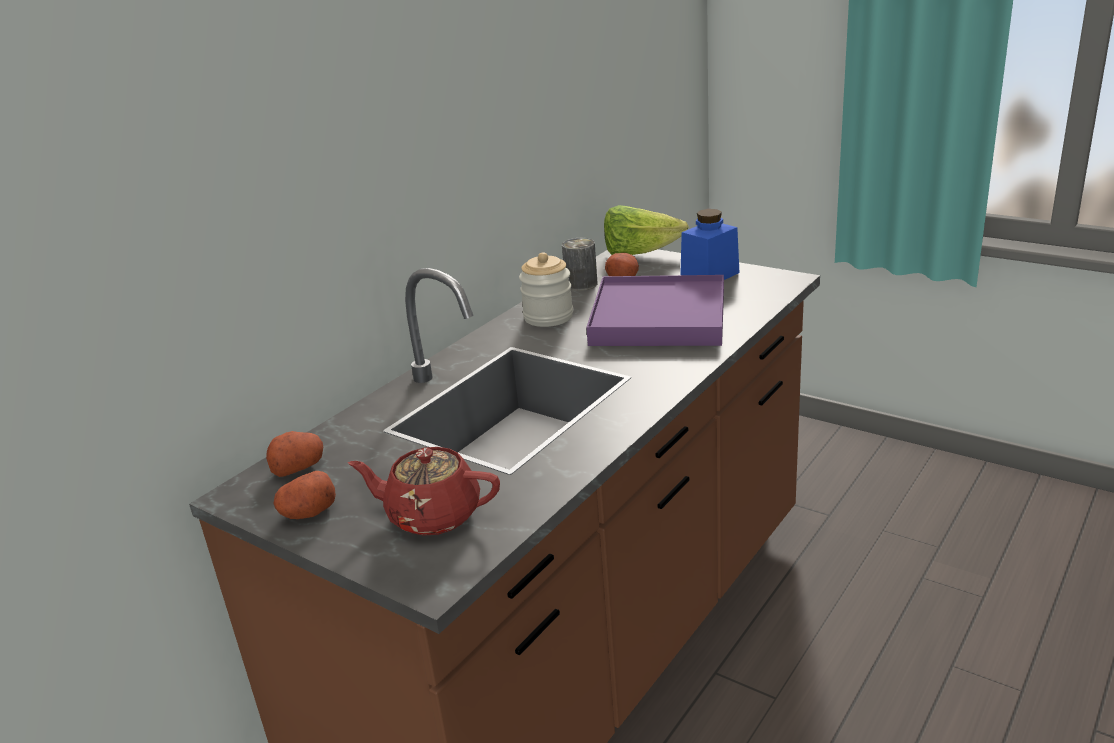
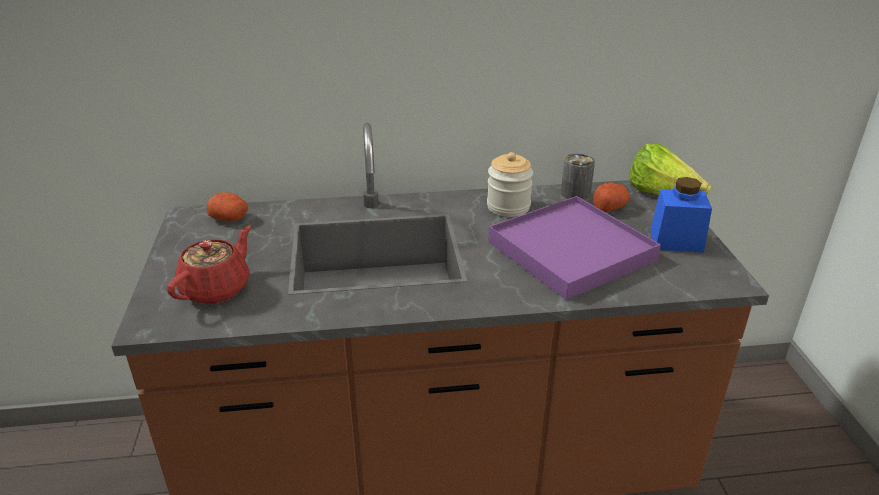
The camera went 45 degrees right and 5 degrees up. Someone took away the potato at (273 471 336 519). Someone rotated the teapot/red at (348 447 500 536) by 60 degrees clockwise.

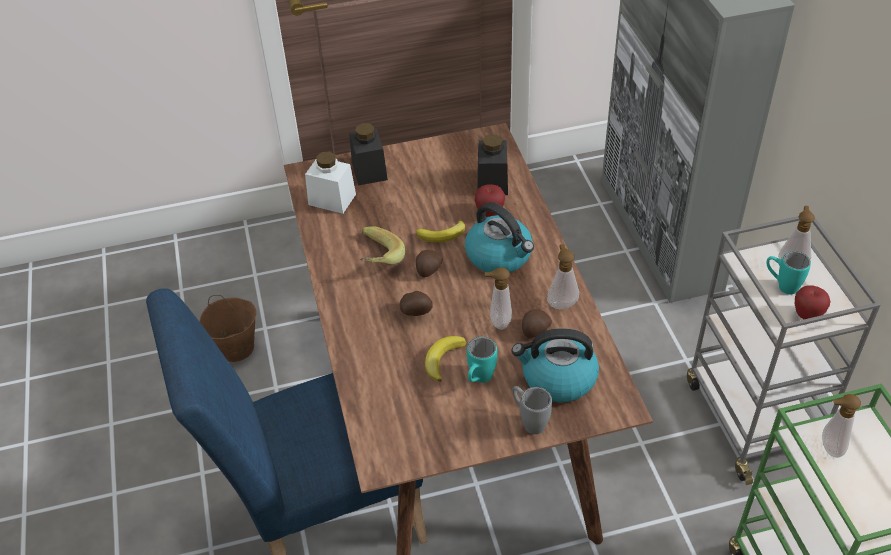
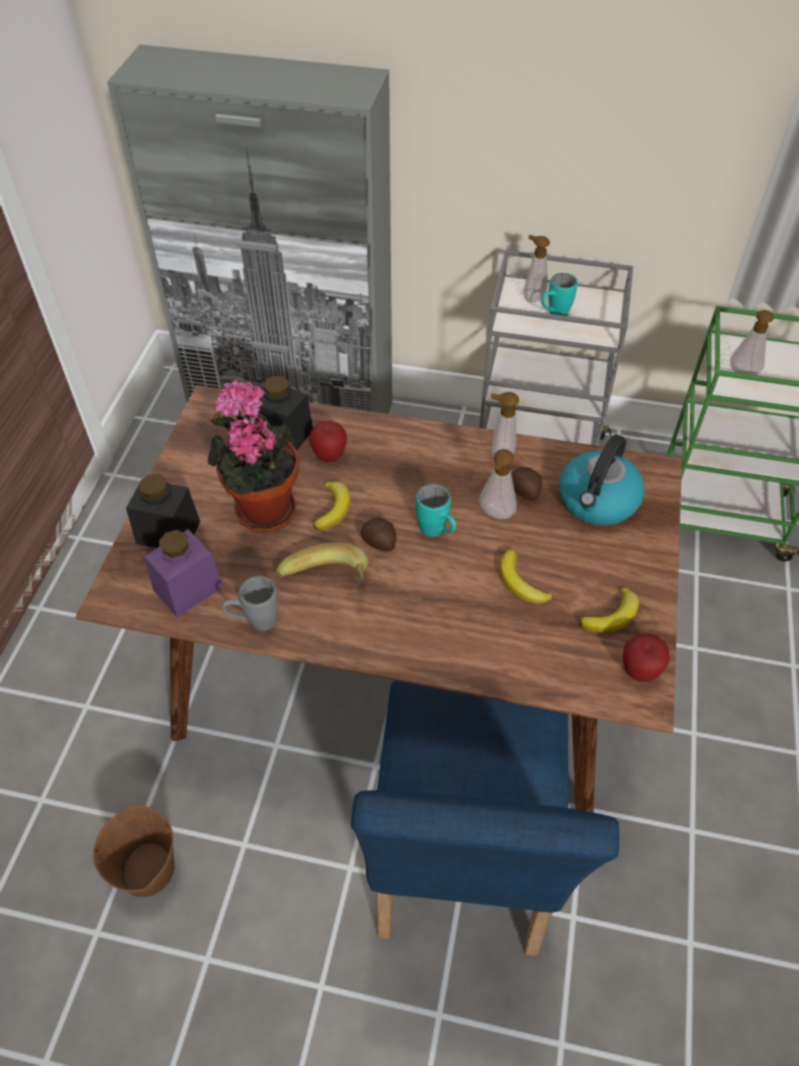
The camera went 65 degrees left and 5 degrees up. Someone repainted the jar/white at (305 152 356 214), which became the jar/purple at (144 529 223 618). Someone took away the potato at (400 291 433 316). Someone took away the kettle at (465 202 534 273). Someone carried the mug/turquoise from (467 337 497 383) to (416 484 456 537). Someone carried the mug/grey from (512 386 552 434) to (222 576 279 631). Someone carried the apple from (795 285 830 319) to (622 634 670 682). Someone put down the potted plant at (208 380 299 532). Someone put down the banana at (580 587 639 633).

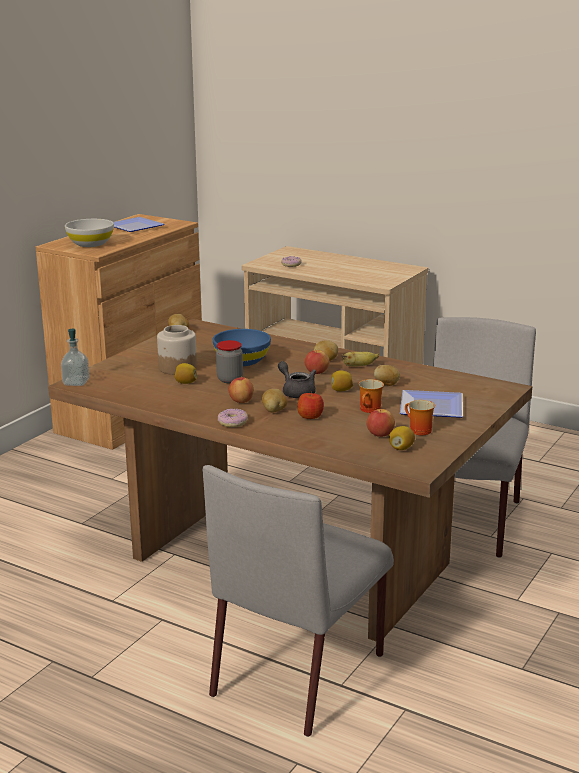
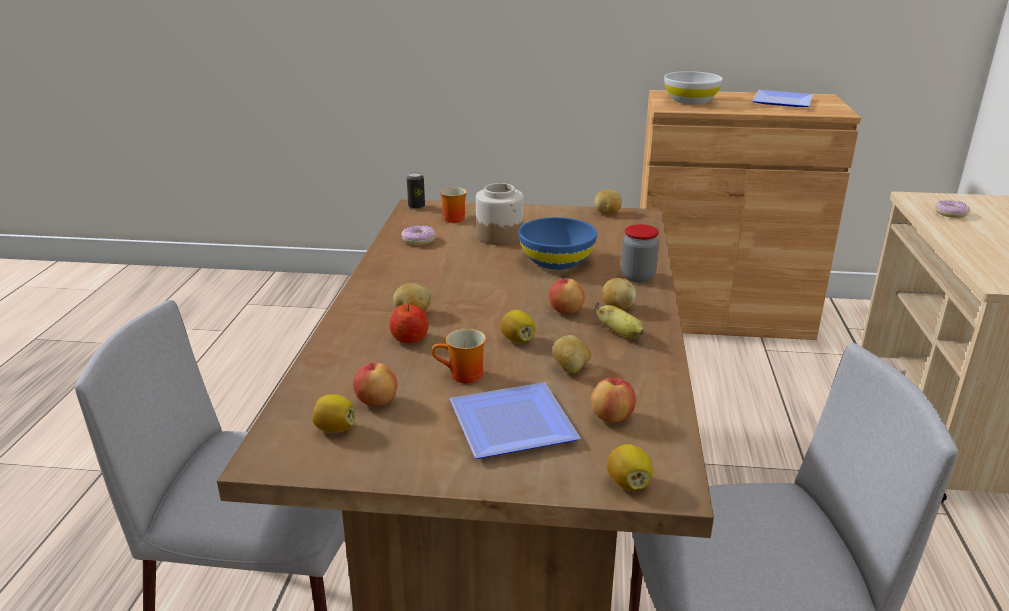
The camera went 65 degrees right and 5 degrees up. Someone swapped the soap dispenser at (61 329 90 386) for the can at (407 173 425 209). Someone carried the lemon from (175 363 197 384) to (607 444 653 491). Someone carried the jar from (216 340 243 383) to (621 224 659 282). Someone carried the donut from (218 408 248 428) to (401 225 436 245). Someone carried the apple from (229 377 254 403) to (591 377 636 423). Someone took away the teapot/grey at (278 361 316 398). Someone carried the mug from (405 400 435 435) to (440 187 467 223).

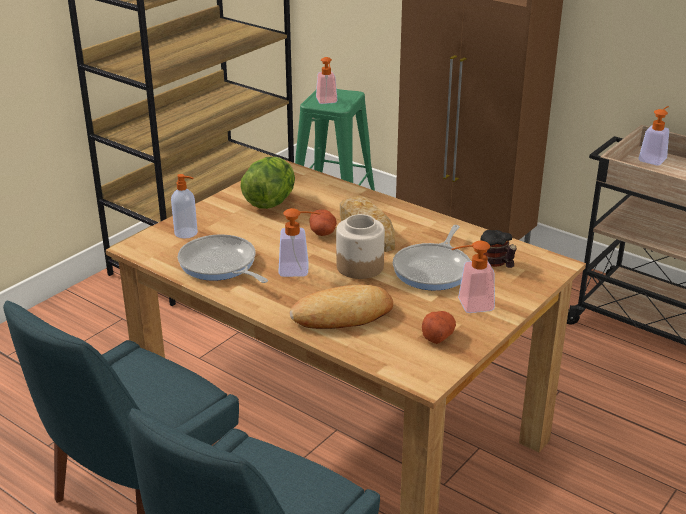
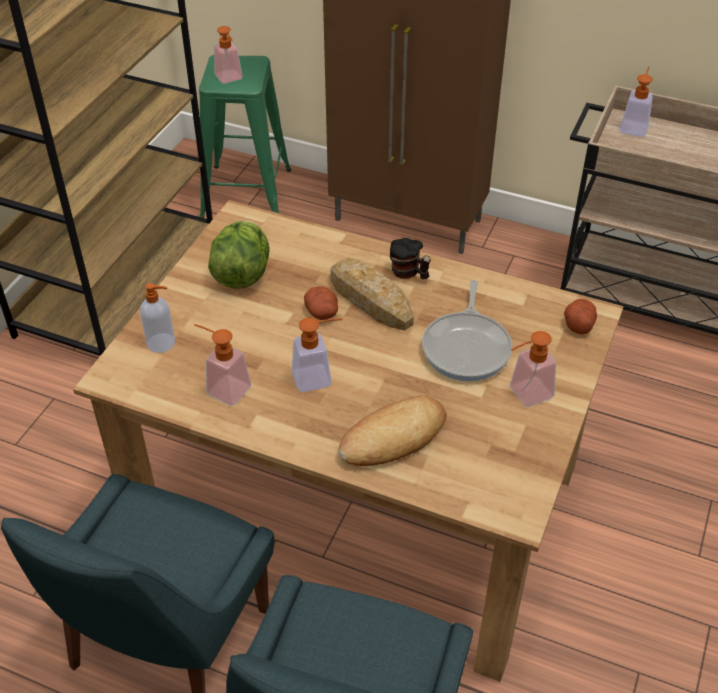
The camera went 15 degrees left and 15 degrees up. Someone swapped the frying pan at (178 234 268 283) for the soap dispenser at (194 324 251 406). Someone took away the jar at (336 214 385 279). Someone carried the potato from (422 311 456 344) to (564 299 597 335). Someone carried the mug from (480 230 517 268) to (390 238 431 279).

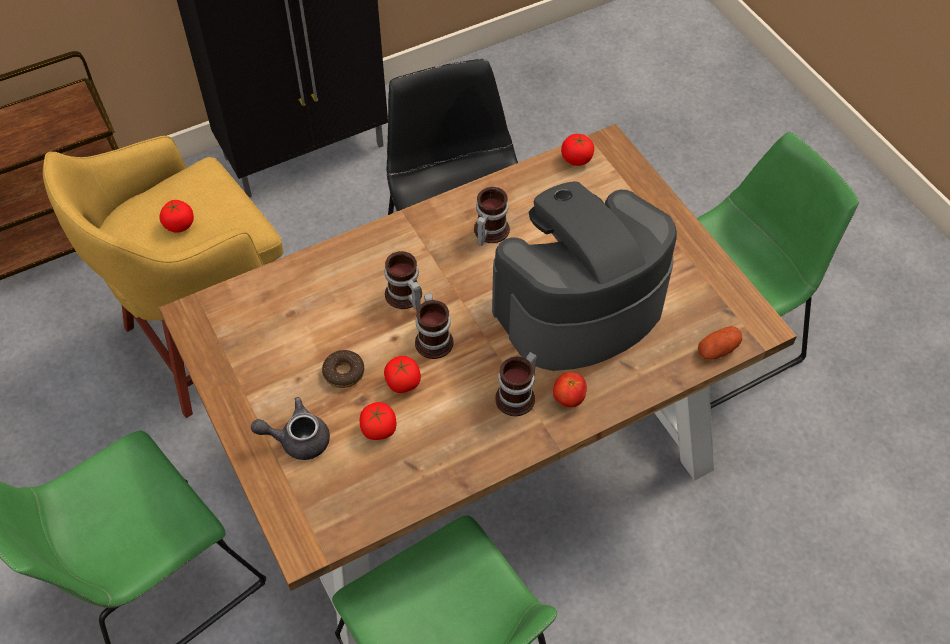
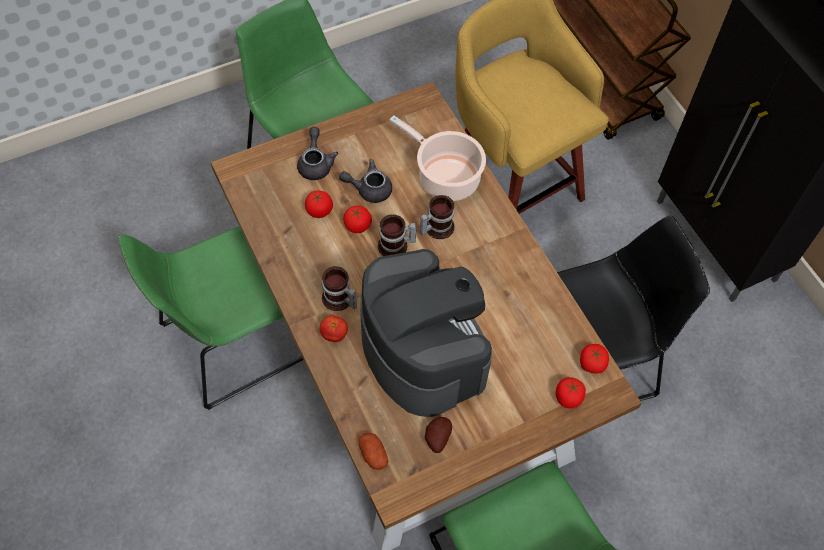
The camera went 90 degrees right and 5 degrees up. Someone carried the tomato from (159 200 194 233) to (556 377 586 408). Someone swapped the donut at (322 350 364 388) for the teapot/grey at (339 159 392 203). Someone took away the mug at (474 187 510 246). Someone put down the cooking pot at (390 115 486 201). Someone put down the potato at (425 417 452 453).

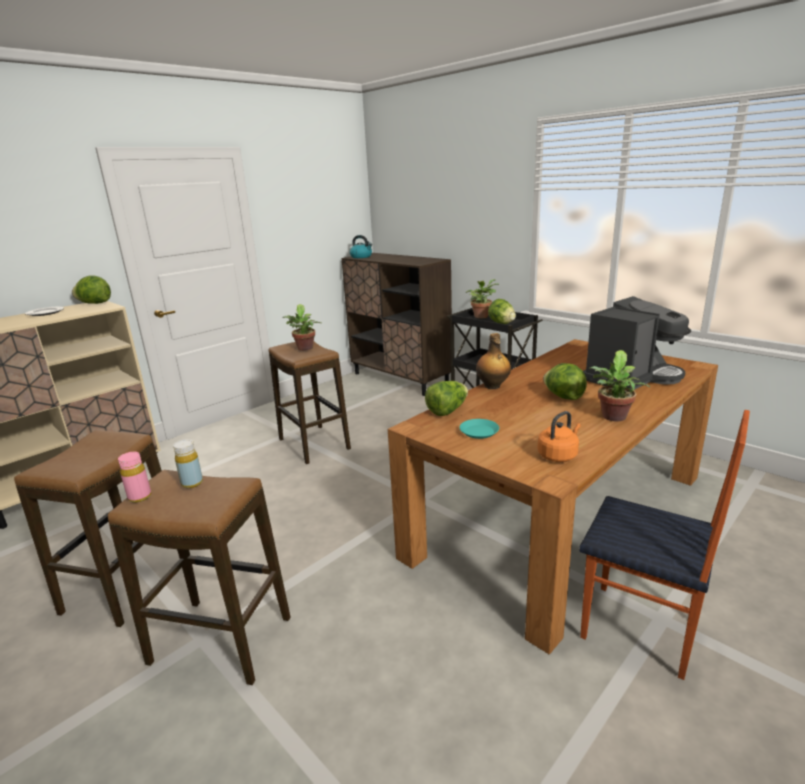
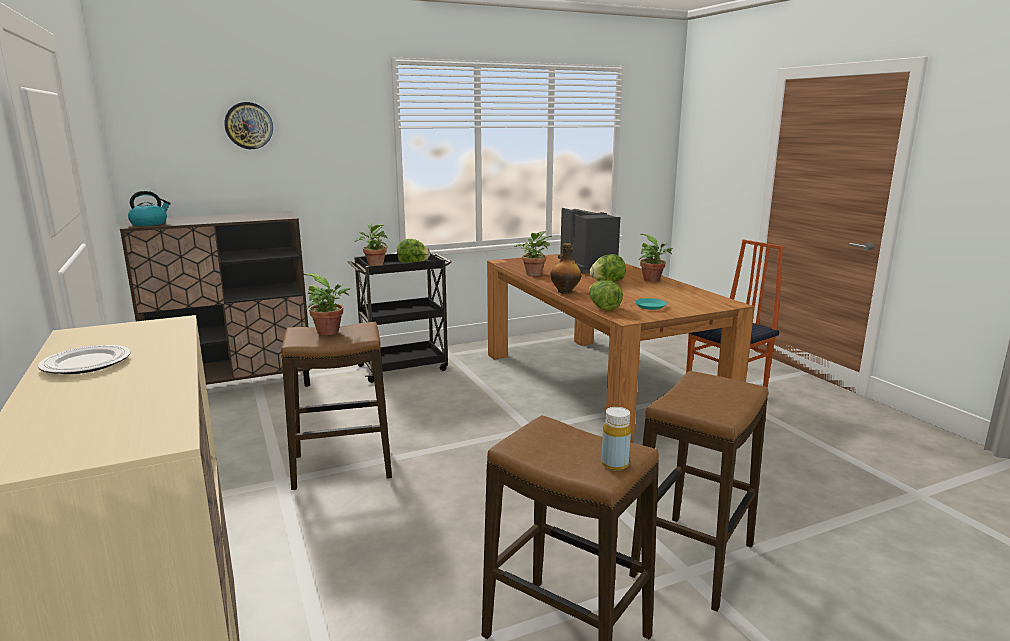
The camera went 70 degrees left and 5 degrees down. Someone took away the lettuce at (72 275 111 304). Someone took away the bottle/pink at (118 452 151 503). Someone carried the bottle/yellow from (173 439 203 488) to (601 407 631 471). Someone took away the kettle/orange at (537 411 581 462). Someone put up the wall clock at (224 102 273 149). Someone put down the potted plant at (514 231 552 276).

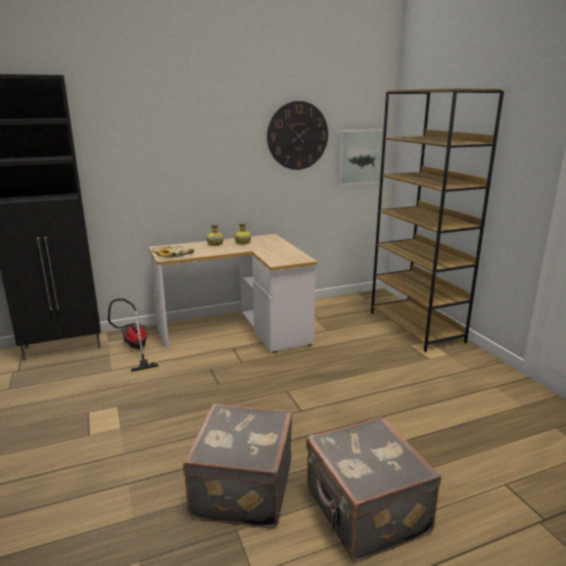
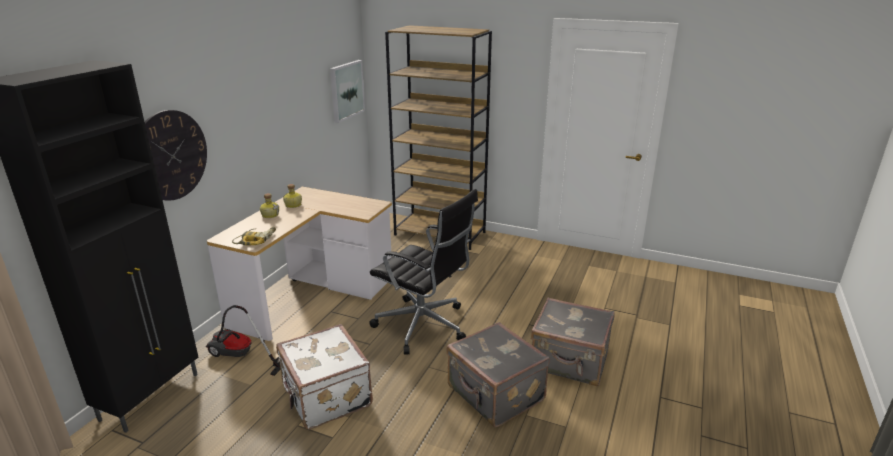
The camera went 45 degrees left and 5 degrees up. Someone carried the wall clock from (267 101 328 170) to (145 110 207 201). Someone put down the suitcase/white at (276 324 373 429). Someone put down the office chair/black at (369 189 478 355).

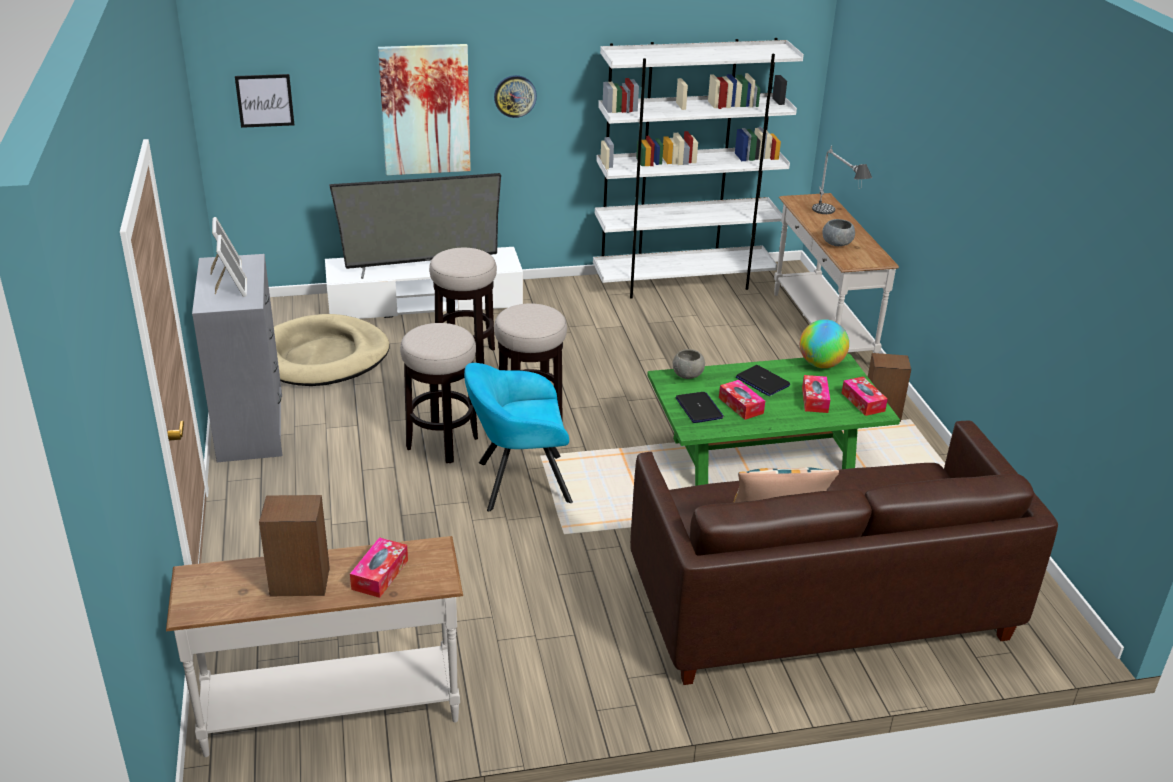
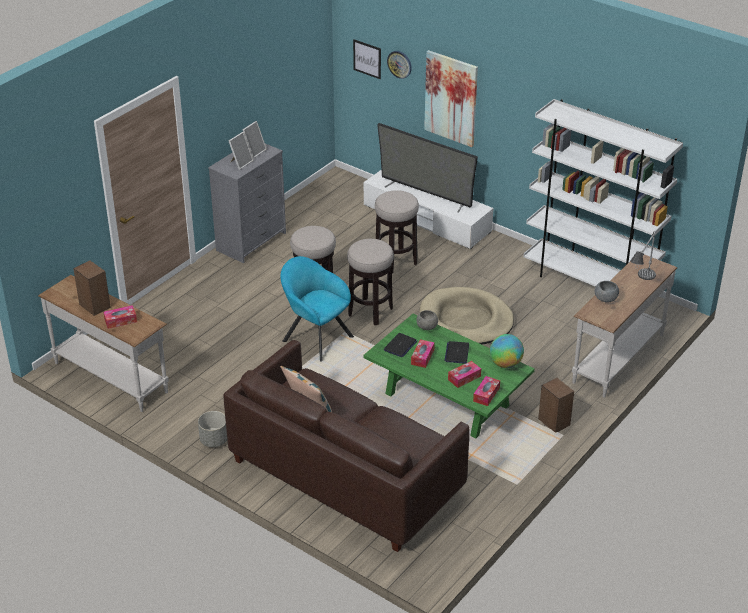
The camera went 50 degrees right and 5 degrees up. Someone carried the dog bed/beige from (274 314 390 386) to (420 287 514 345). Someone carried the wall clock from (494 75 537 118) to (387 51 412 79). Someone put down the planter/grey at (198 411 227 447).

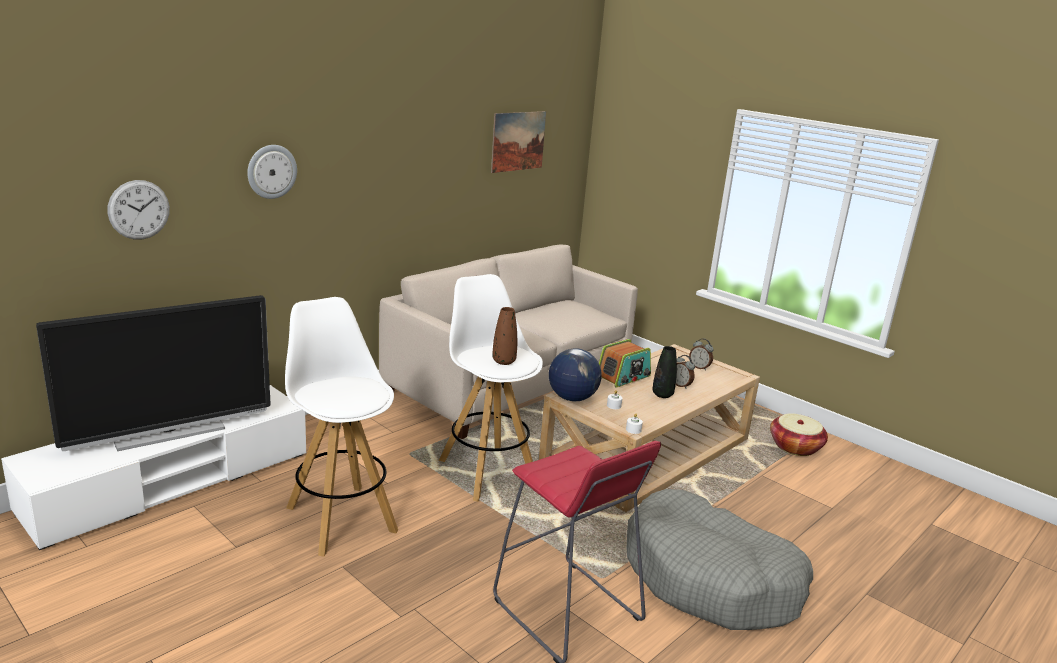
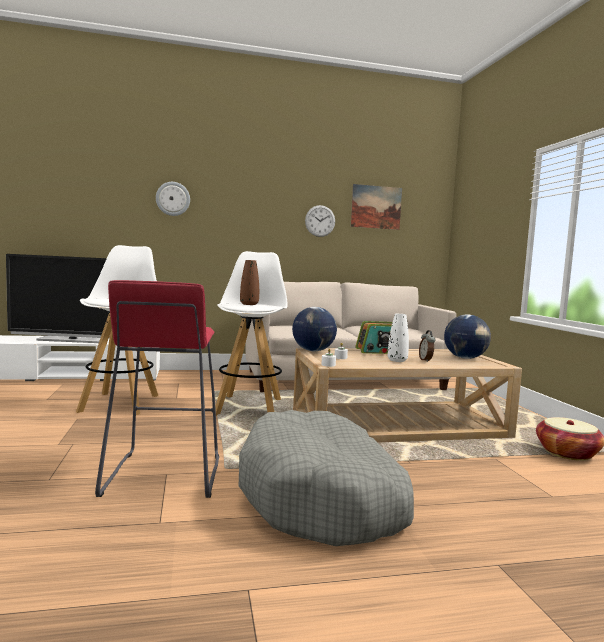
The camera went 35 degrees right and 15 degrees down. Someone carried the wall clock from (107 180 170 240) to (305 205 335 237). Someone repainted the vase/black at (652 346 677 398), which became the vase/white at (388 314 409 362). Someone swapped the alarm clock at (689 338 713 371) for the globe at (444 315 491 359).

